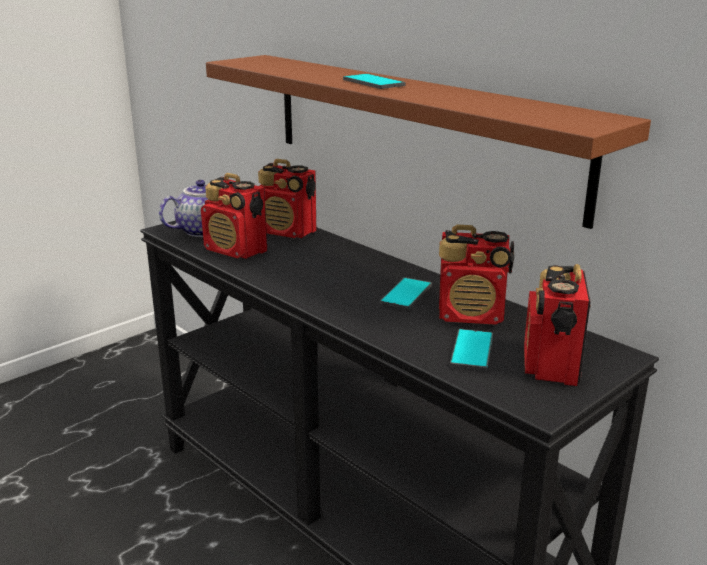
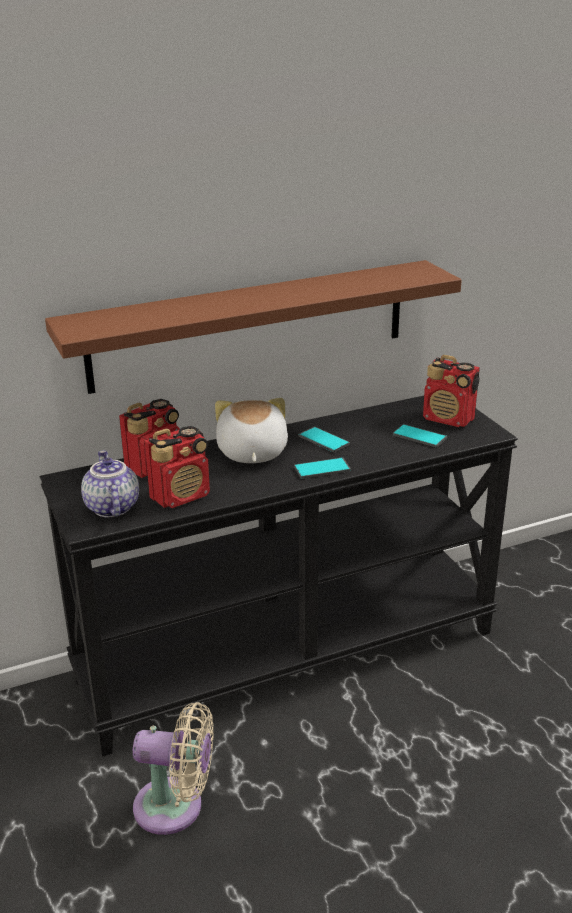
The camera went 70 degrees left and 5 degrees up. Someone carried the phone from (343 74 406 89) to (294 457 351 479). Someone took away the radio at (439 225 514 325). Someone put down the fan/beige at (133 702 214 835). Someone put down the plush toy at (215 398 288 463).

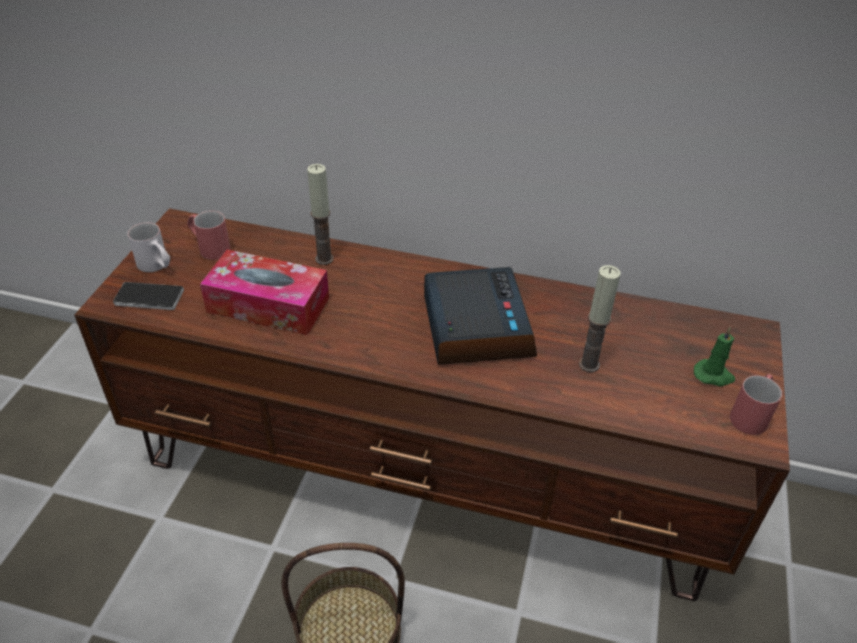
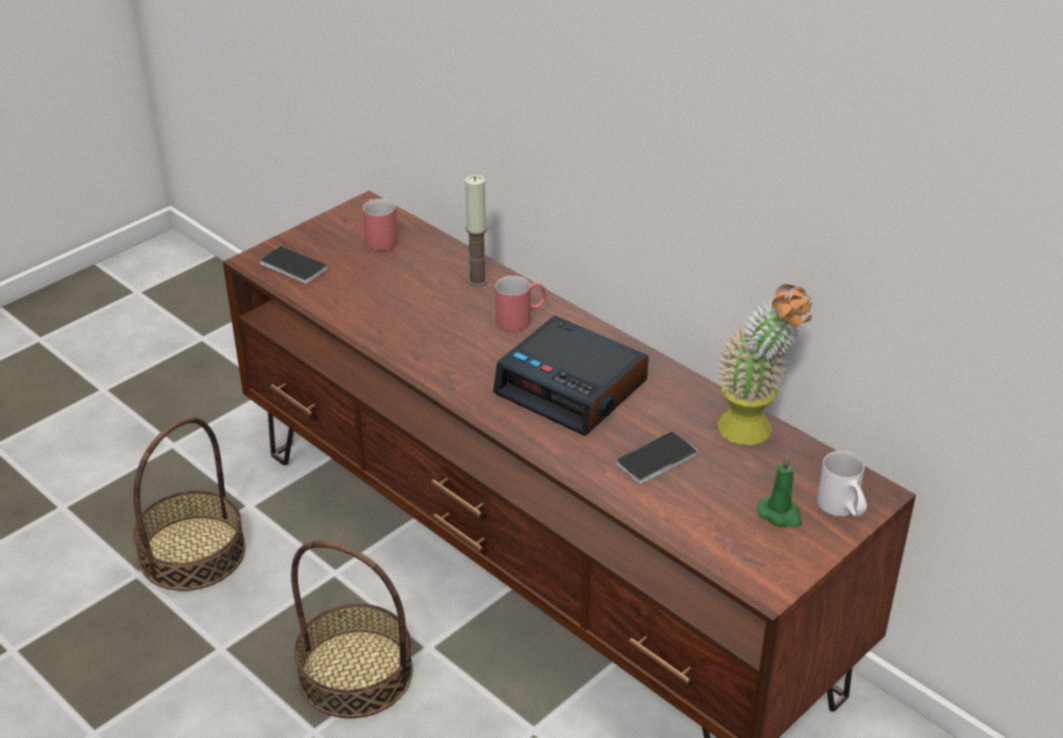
The camera went 30 degrees right and 5 degrees down. Someone carried the mug/white from (127 222 170 272) to (817 451 867 517). Someone took away the tissue box at (200 249 329 335). Someone rotated the alarm clock at (424 267 537 365) by 105 degrees clockwise. Someone swapped the candle at (579 265 620 372) for the phone at (617 431 697 484). Someone carried the mug/red from (730 374 782 435) to (495 276 547 332). Someone put down the basket at (133 417 246 591). Someone put down the potted plant at (716 284 812 445).

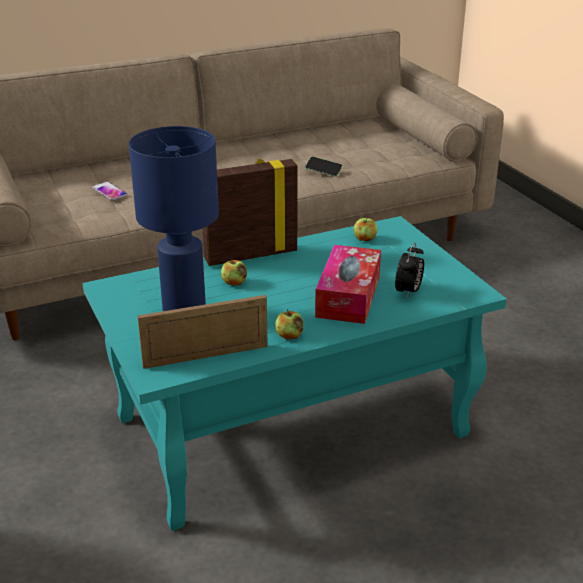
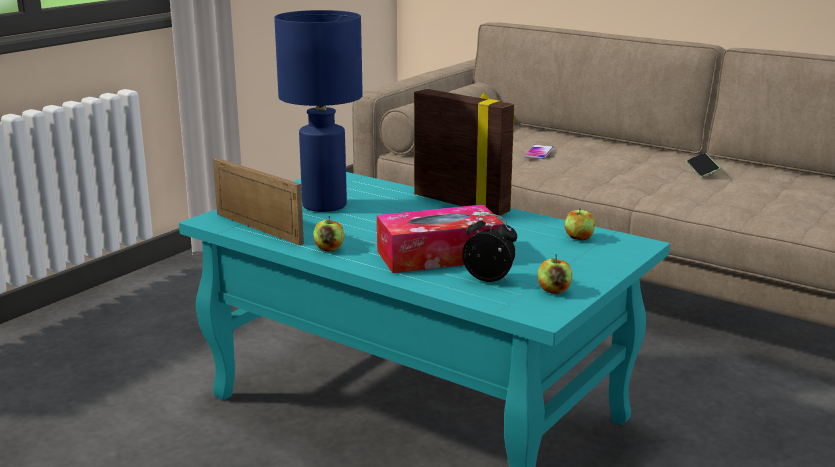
The camera went 60 degrees right and 10 degrees down. Someone carried the apple from (221 258 247 286) to (538 254 573 294). Someone carried the phone from (305 156 343 177) to (687 153 720 177). Someone rotated the alarm clock at (395 243 424 299) by 150 degrees counterclockwise.

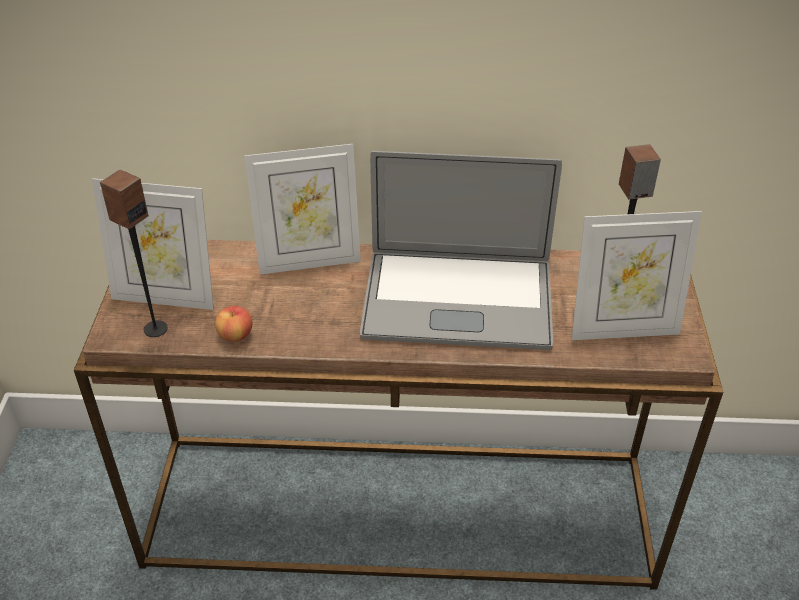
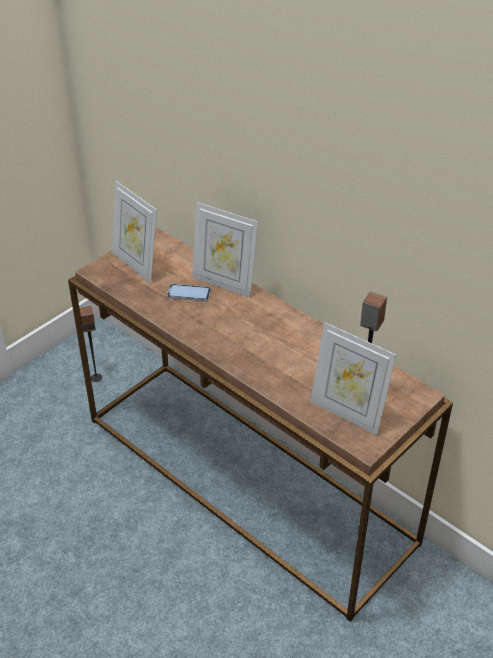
The camera went 40 degrees right and 0 degrees up. Someone carried the speaker from (100 169 168 337) to (80 306 102 382). Someone took away the apple at (215 306 252 342). Someone took away the laptop at (360 151 562 350). Someone put down the phone at (167 284 211 301).

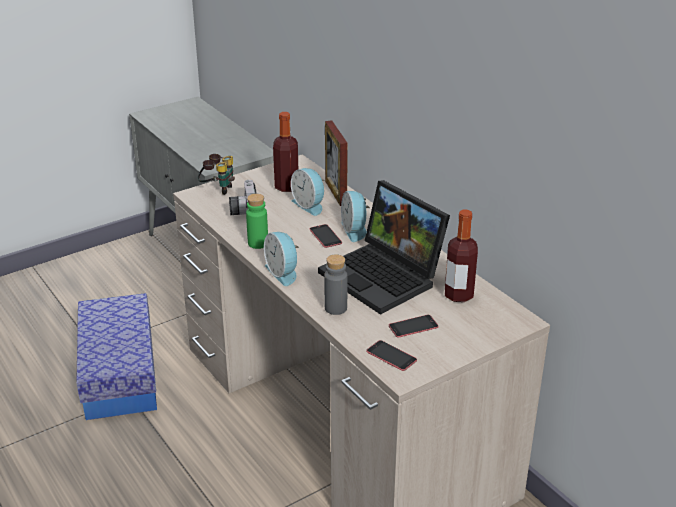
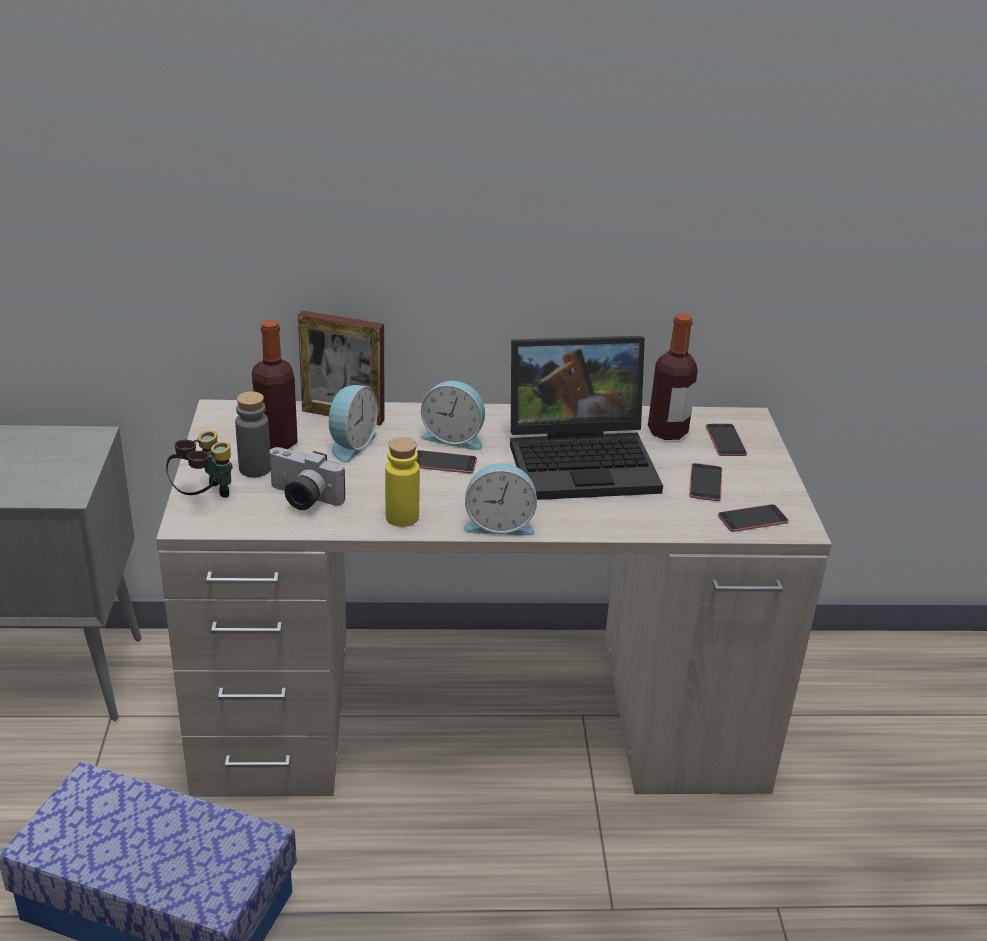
The camera went 60 degrees left and 0 degrees up. Someone repainted the bottle/green at (246 194 268 249), which became the bottle/yellow at (385 437 420 527). Someone rotated the alarm clock at (291 168 325 216) by 60 degrees counterclockwise. Someone carried the bottle/grey from (324 254 347 315) to (235 391 271 477). Someone put down the phone at (706 424 747 456).

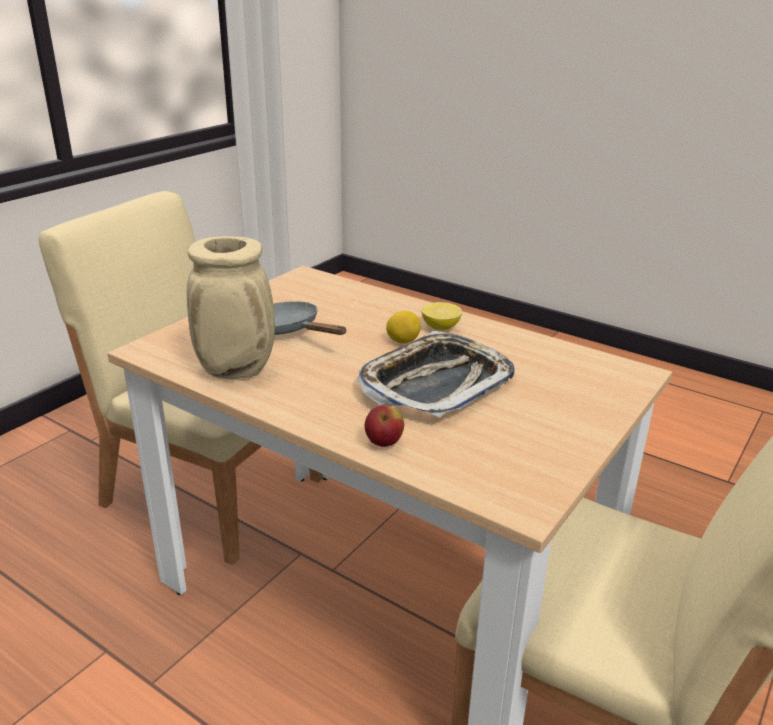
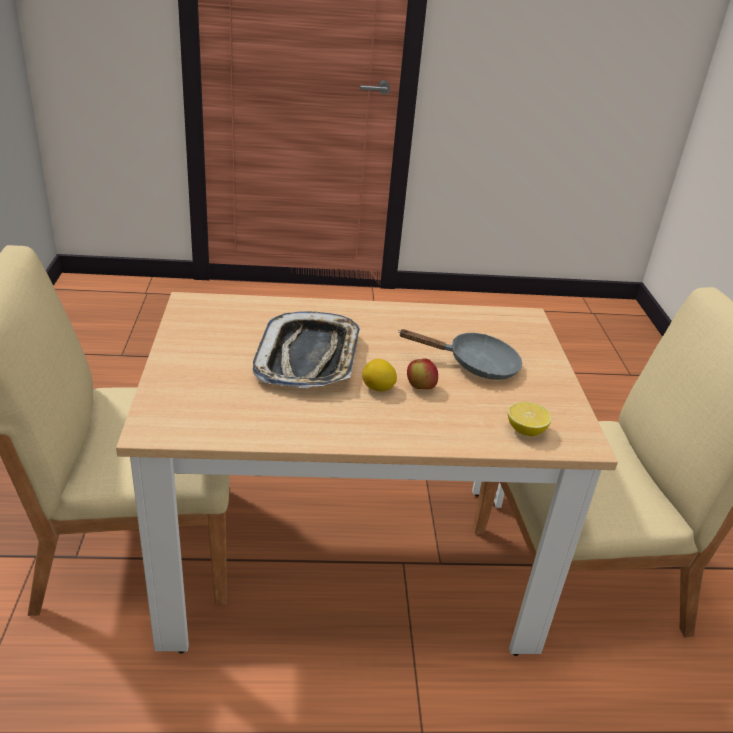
The camera went 140 degrees right and 5 degrees up. Someone took away the vase/beige at (187 236 275 379). Someone carried the apple from (365 405 404 447) to (407 359 438 389). Someone carried the lemon from (421 302 462 331) to (508 402 552 436).

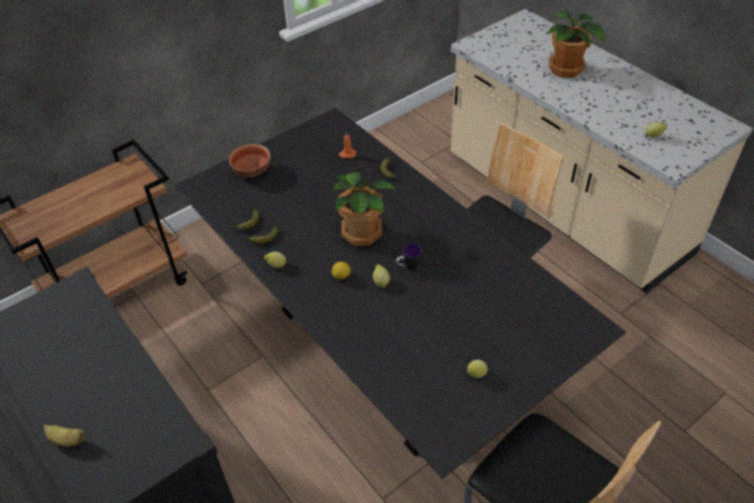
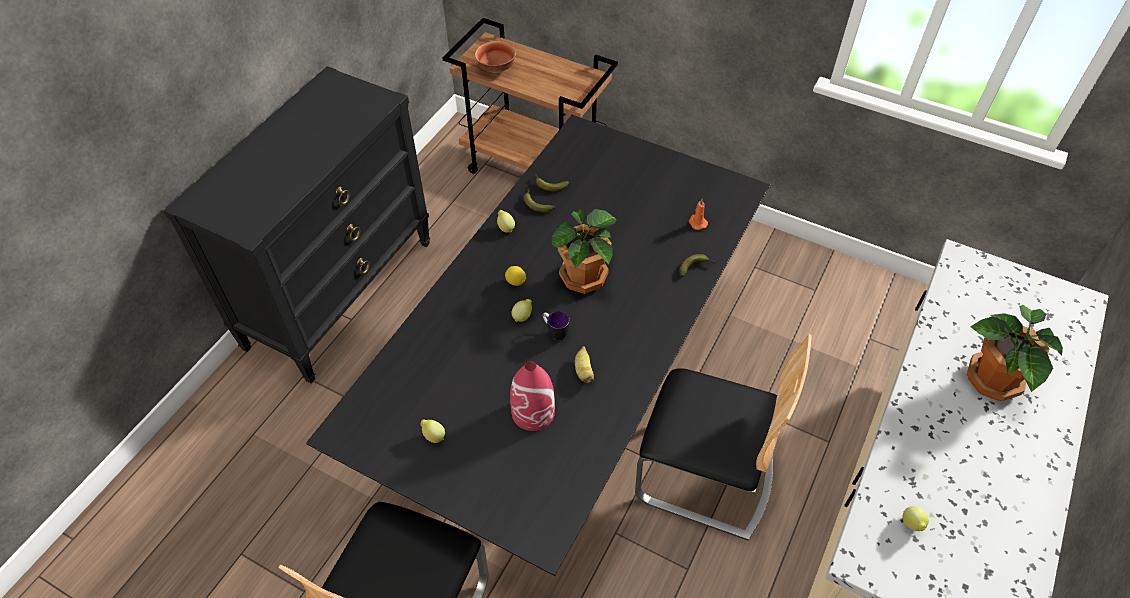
The camera went 65 degrees right and 5 degrees up. Someone carried the banana from (43 424 86 447) to (575 346 594 383). Someone carried the bowl from (229 144 270 177) to (475 41 516 73). Someone put down the vase/red at (510 361 555 431).

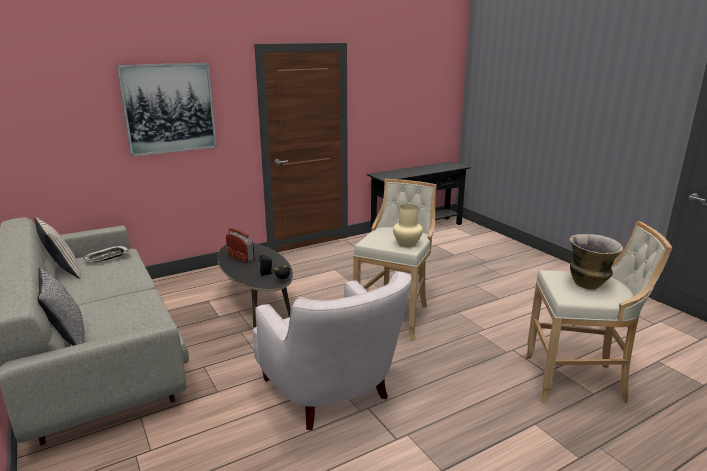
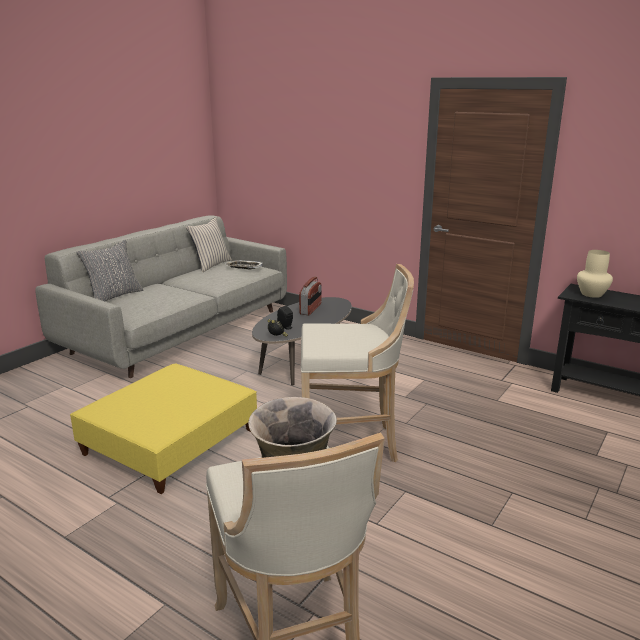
The camera went 65 degrees right and 0 degrees up. Someone took away the picture at (116 63 217 157). Someone swapped the armchair/white at (253 271 412 430) for the ottoman/yellow at (70 364 257 494). Someone carried the vase/beige from (393 204 423 248) to (577 250 613 298).

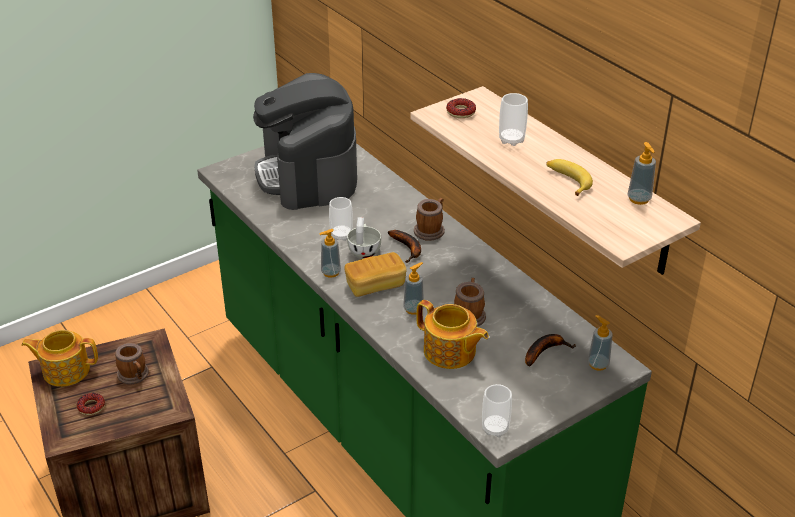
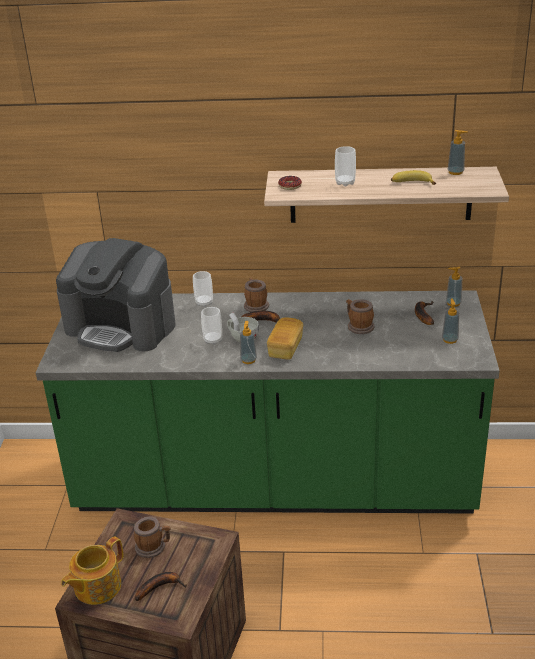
The camera went 50 degrees left and 5 degrees down. Someone swapped the donut at (77 393 105 415) for the banana at (135 572 187 601). Someone carried the soap dispenser from (403 262 424 315) to (442 298 459 344). Someone took away the teapot at (416 300 489 369). Someone carried the cup from (482 384 512 437) to (193 271 213 307).

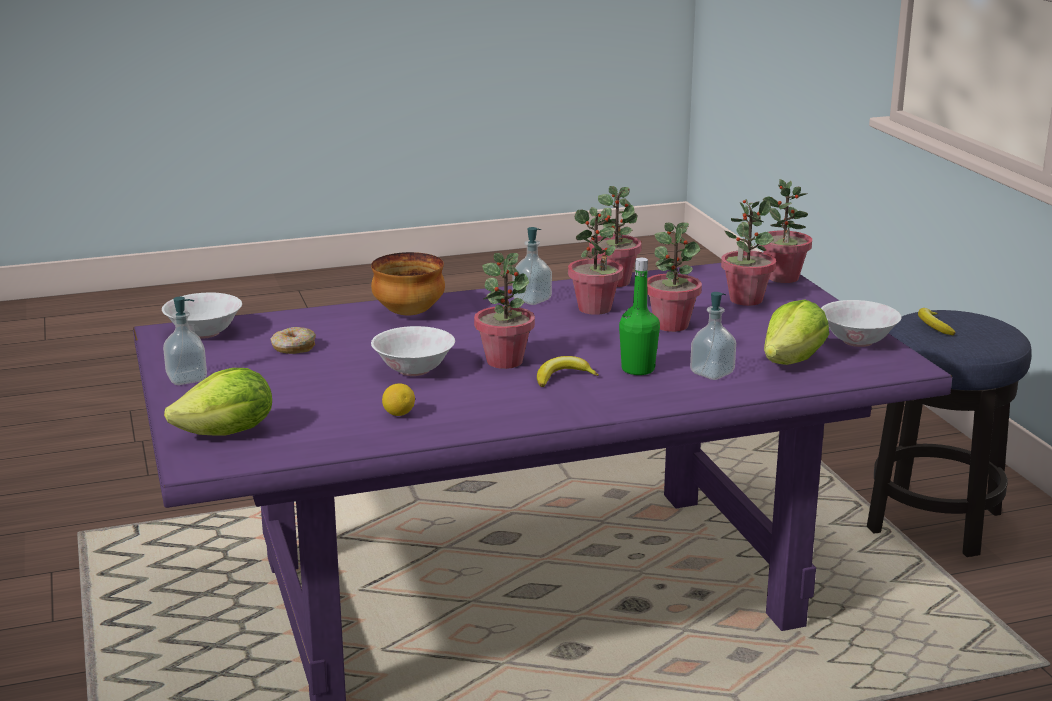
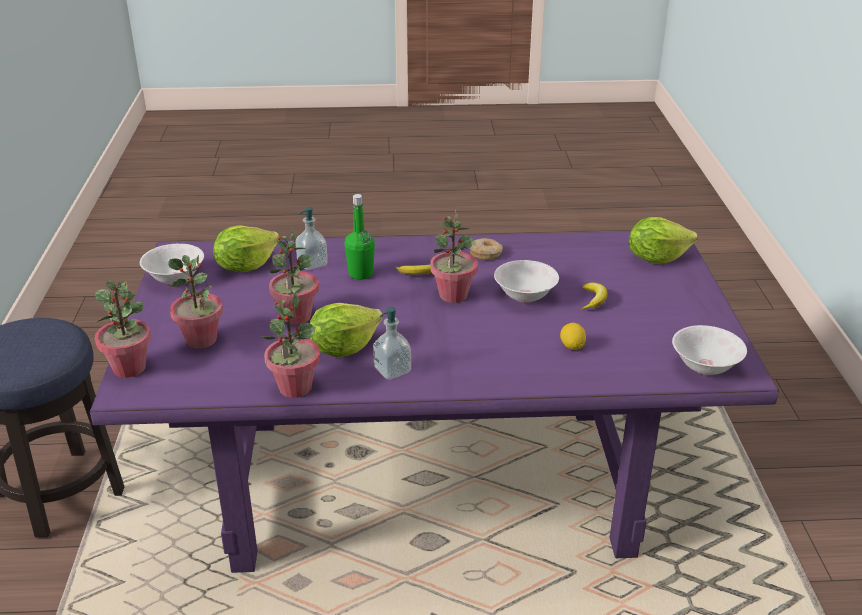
The camera went 165 degrees left and 10 degrees up. Someone took away the soap dispenser at (163 297 207 385). Someone carried the donut from (270 327 316 354) to (470 238 503 260). Someone took away the bowl at (371 252 445 315). Someone carried the lemon from (382 383 415 416) to (560 323 586 350). Someone swapped the potted plant at (568 207 623 315) for the lettuce at (309 303 383 357). Someone carried the banana from (918 308 955 335) to (581 283 607 310).

